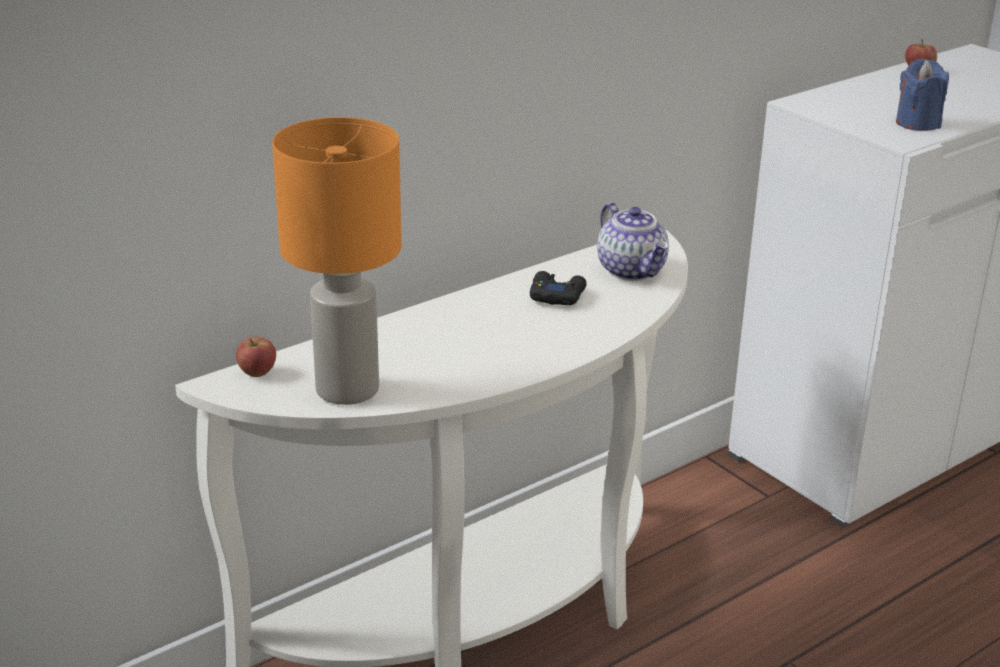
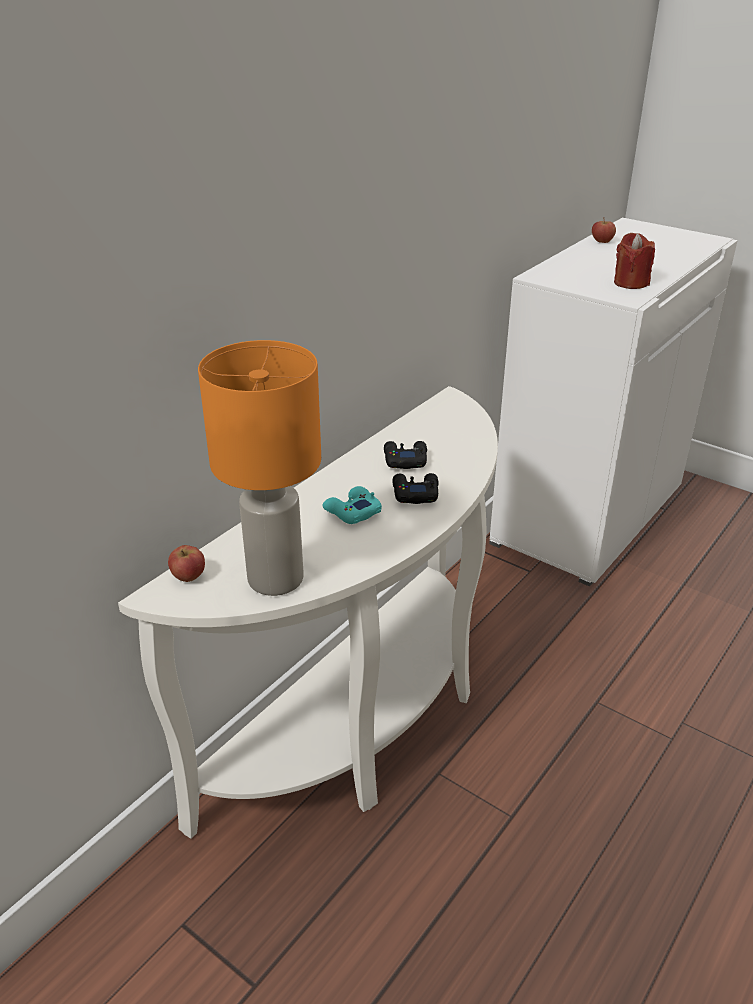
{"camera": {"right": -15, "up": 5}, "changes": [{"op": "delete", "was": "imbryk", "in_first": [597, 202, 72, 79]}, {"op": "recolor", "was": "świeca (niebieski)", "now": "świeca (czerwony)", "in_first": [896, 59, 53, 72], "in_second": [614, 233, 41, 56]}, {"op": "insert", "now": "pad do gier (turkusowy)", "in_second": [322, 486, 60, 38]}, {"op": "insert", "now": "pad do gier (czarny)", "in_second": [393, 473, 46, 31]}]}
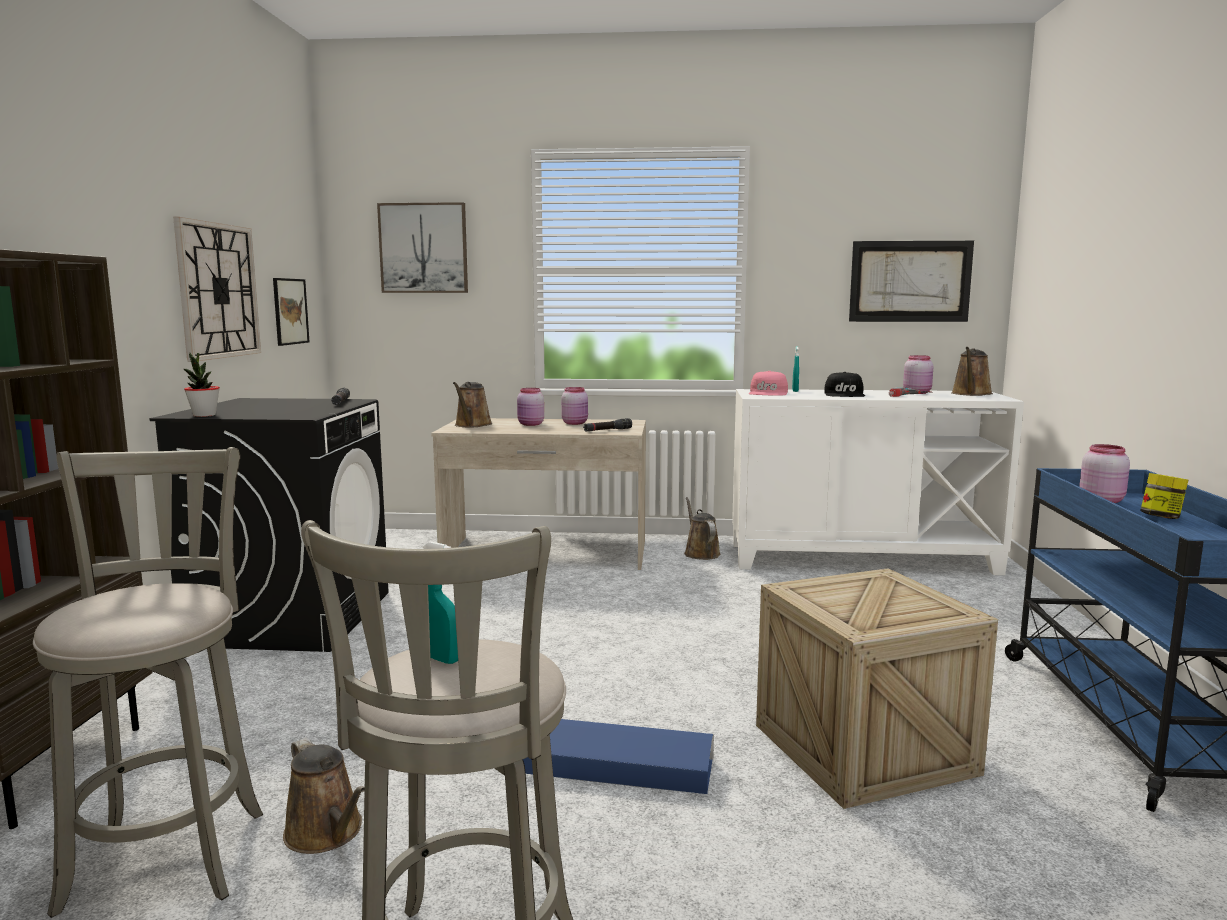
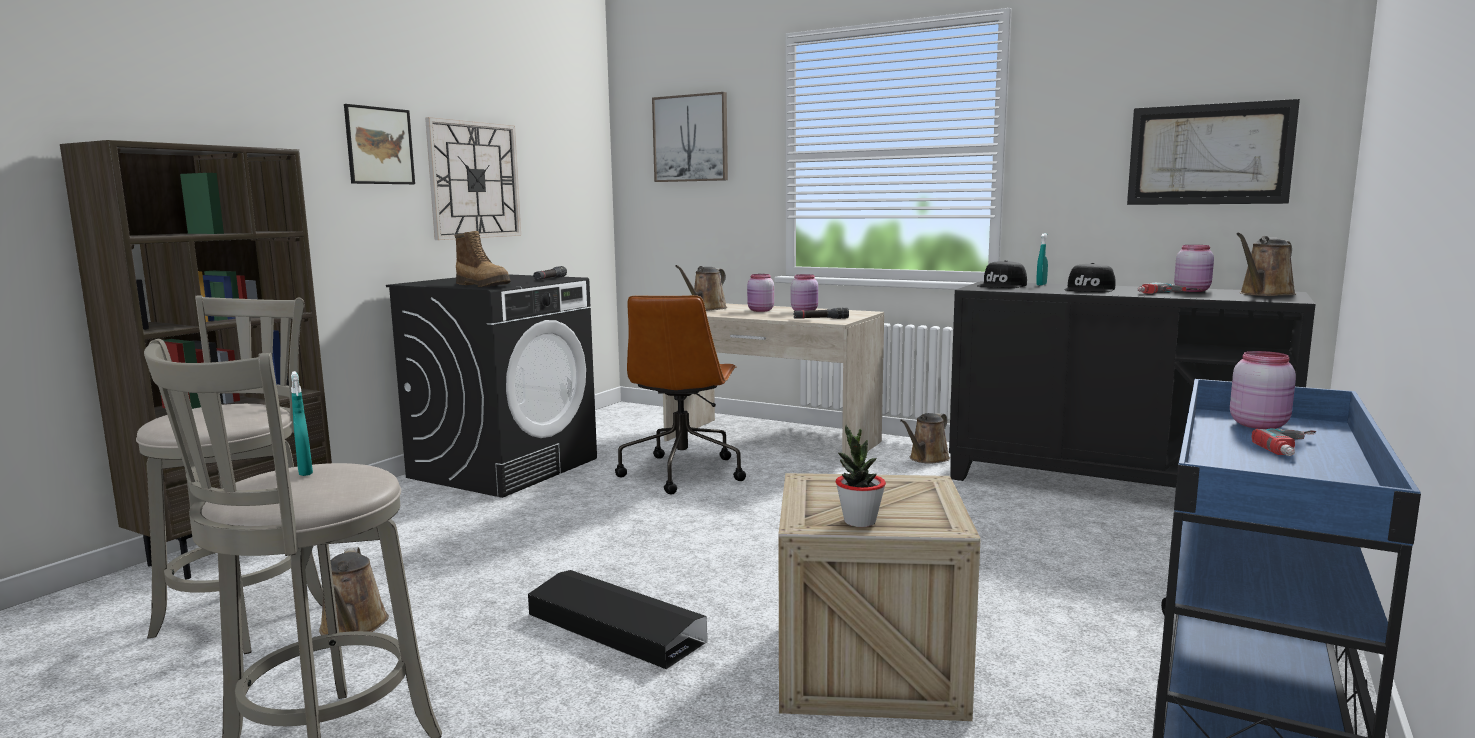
{"camera": {"right": 25, "up": 0}, "changes": [{"op": "move", "was": "roślina doniczkowa", "in_first": [184, 353, 36, 64], "in_second": [836, 425, 50, 102]}, {"op": "move", "was": "obraz", "in_first": [273, 278, 37, 68], "in_second": [344, 104, 71, 80]}, {"op": "recolor", "was": "pojemnik do przechowywania (niebieski)", "now": "pojemnik do przechowywania (czarny)", "in_first": [523, 719, 191, 75], "in_second": [528, 570, 179, 99]}, {"op": "rotate", "was": "konewka (brązowy)", "in_first": [684, 497, 36, 63], "in_second": [900, 413, 50, 51], "clockwise": -150}, {"op": "recolor", "was": "szafka (biały)", "now": "szafka (czarny)", "in_first": [732, 389, 292, 186], "in_second": [949, 281, 366, 207]}, {"op": "recolor", "was": "czapka z daszkiem (różowy)", "now": "czapka z daszkiem (czarny)", "in_first": [749, 371, 39, 25], "in_second": [977, 260, 50, 28]}, {"op": "replace", "was": "słoik", "now": "wiertarka", "in_first": [1140, 473, 48, 46], "in_second": [1252, 428, 64, 28]}, {"op": "insert", "now": "but z cholewką", "in_second": [455, 231, 56, 56]}, {"op": "insert", "now": "krzesło biurowe (brązowy)", "in_second": [615, 295, 131, 199]}]}
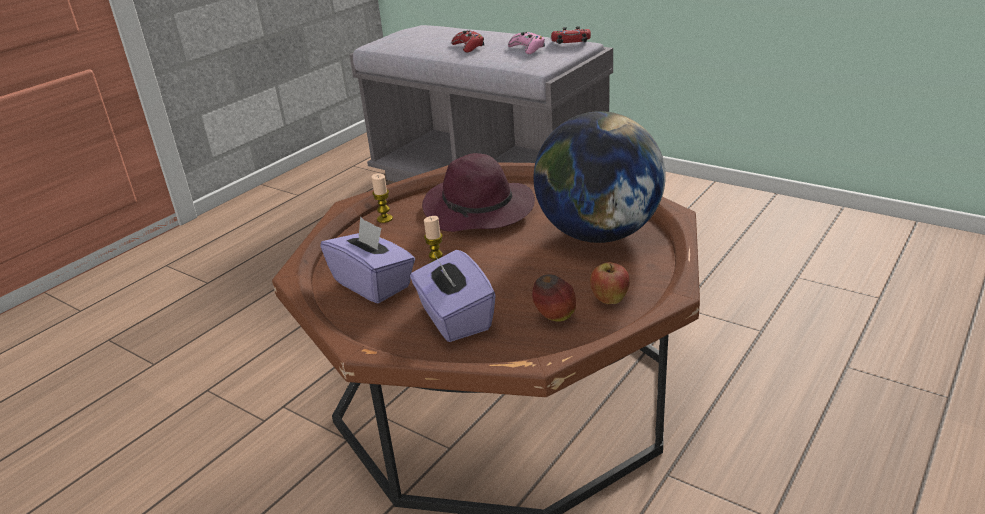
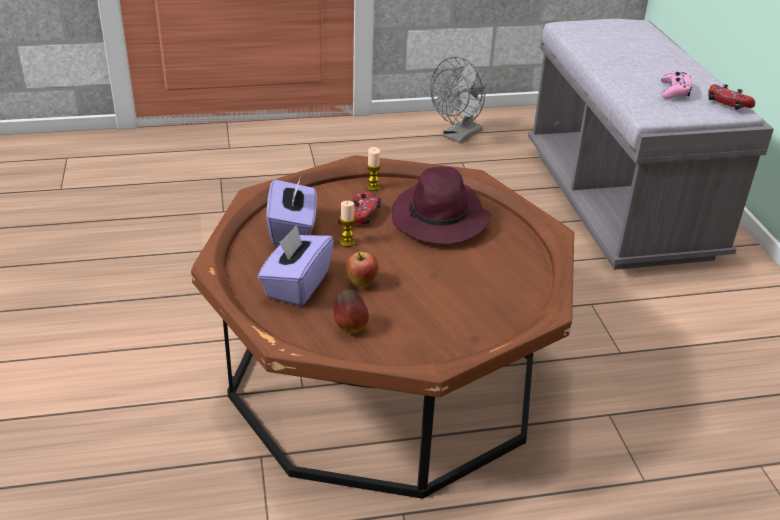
{"camera": {"right": 40, "up": 5}, "changes": [{"op": "move", "was": "pad do gier (czerwony)", "in_first": [451, 30, 33, 22], "in_second": [338, 192, 43, 33]}, {"op": "delete", "was": "globus", "in_first": [534, 111, 132, 132]}, {"op": "move", "was": "jabłko", "in_first": [590, 262, 40, 42], "in_second": [346, 252, 33, 35]}, {"op": "insert", "now": "wentylator (szary)", "in_second": [430, 57, 56, 86]}]}
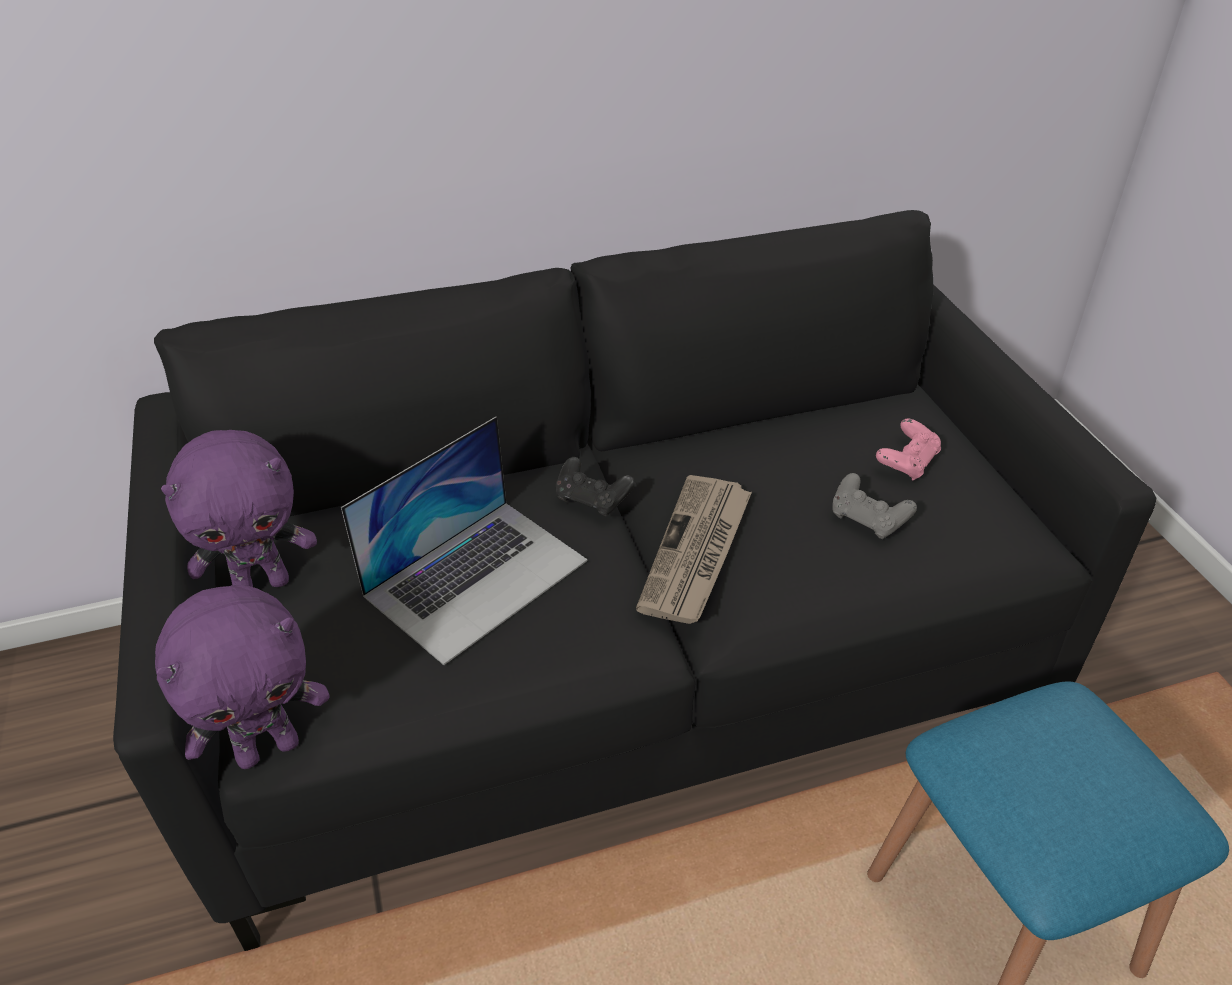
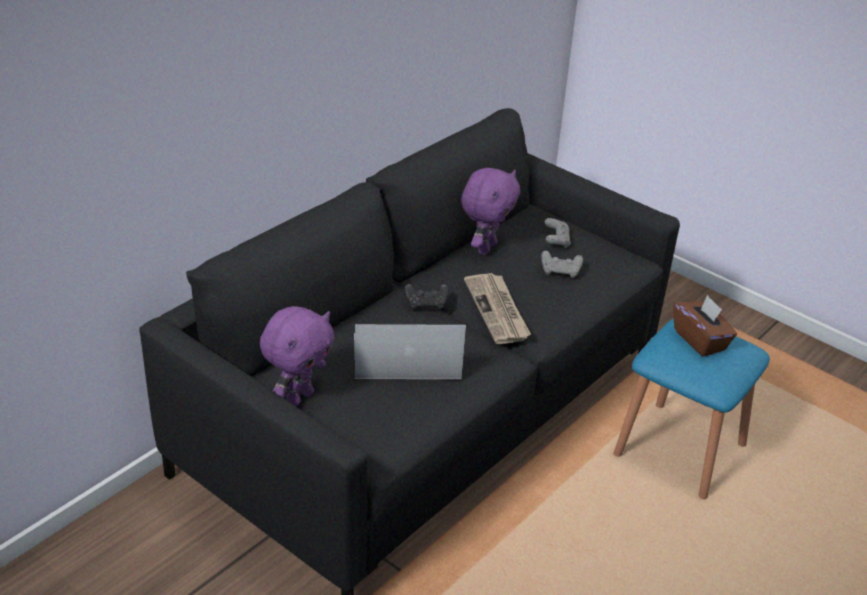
{"camera": {"right": -35, "up": -5}, "changes": [{"op": "move", "was": "pluszak (fioletowy)", "in_first": [155, 585, 174, 184], "in_second": [461, 168, 59, 87]}, {"op": "rotate", "was": "laptop", "in_first": [341, 417, 247, 248], "in_second": [354, 324, 112, 55], "clockwise": -105}, {"op": "recolor", "was": "pad do gier (różowy)", "now": "pad do gier (szary)", "in_first": [876, 419, 65, 62], "in_second": [545, 218, 26, 30]}, {"op": "insert", "now": "pudełko chusteczek (brązowy)", "in_second": [674, 295, 63, 62]}]}
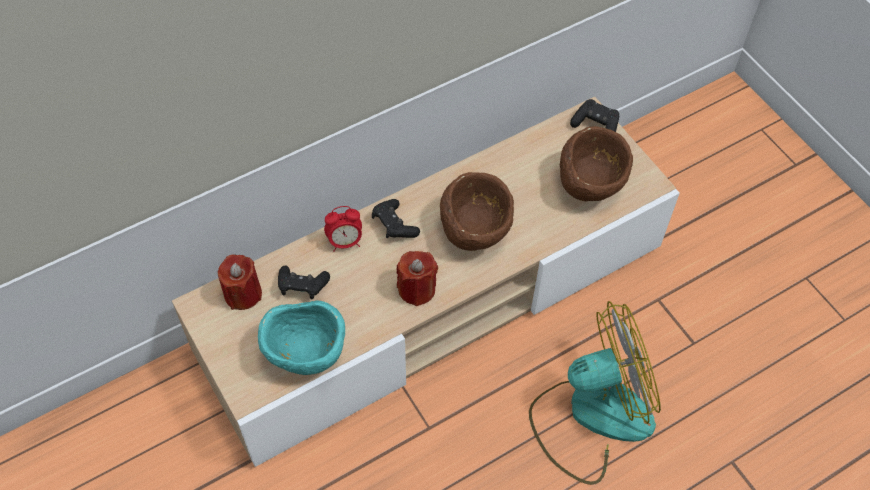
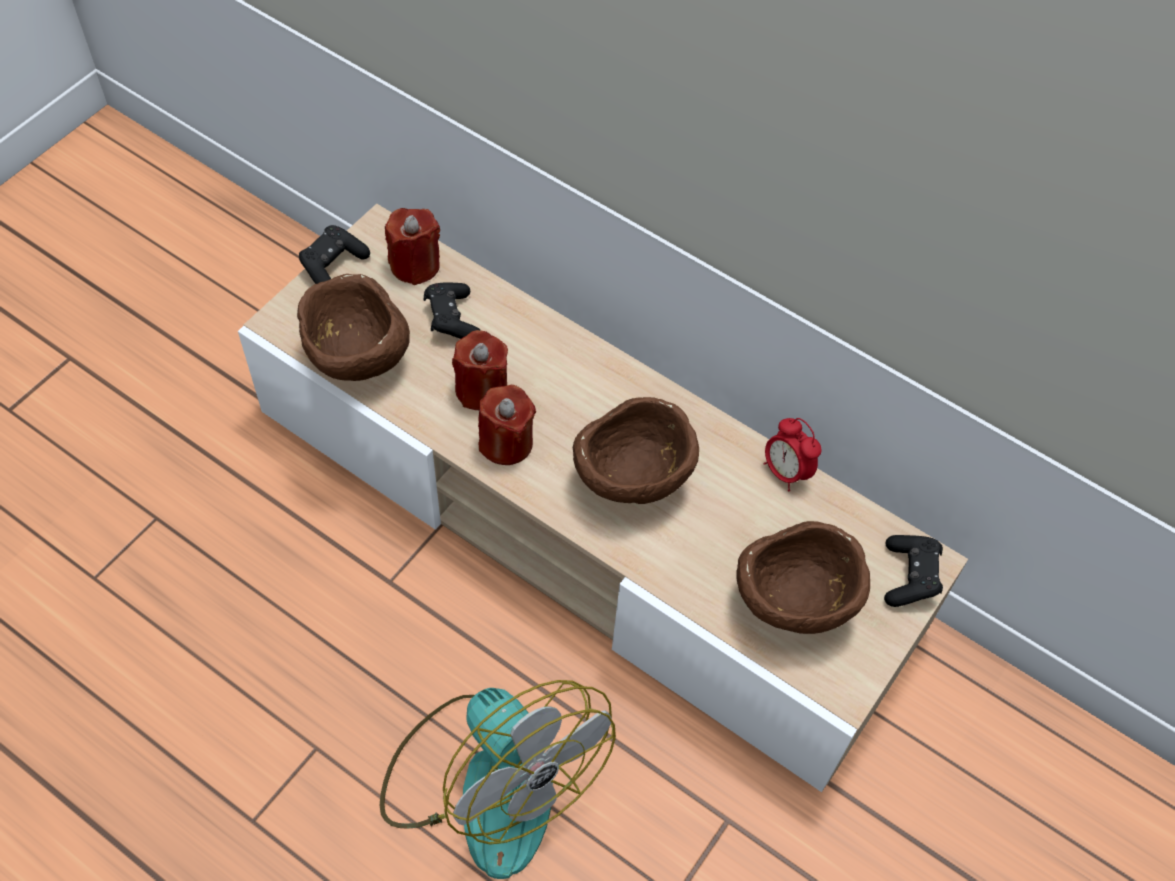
{"camera": {"right": 65, "up": 0}, "changes": [{"op": "recolor", "was": "miska (turkusowy)", "now": "miska (brązowy)", "in_first": [258, 301, 87, 74], "in_second": [297, 274, 113, 107]}, {"op": "move", "was": "budzik", "in_first": [324, 206, 38, 46], "in_second": [763, 418, 59, 74]}, {"op": "move", "was": "pad do gier (czarny)", "in_first": [372, 199, 48, 39], "in_second": [299, 225, 71, 59]}, {"op": "insert", "now": "świeca (czerwony)", "in_second": [452, 330, 56, 80]}]}
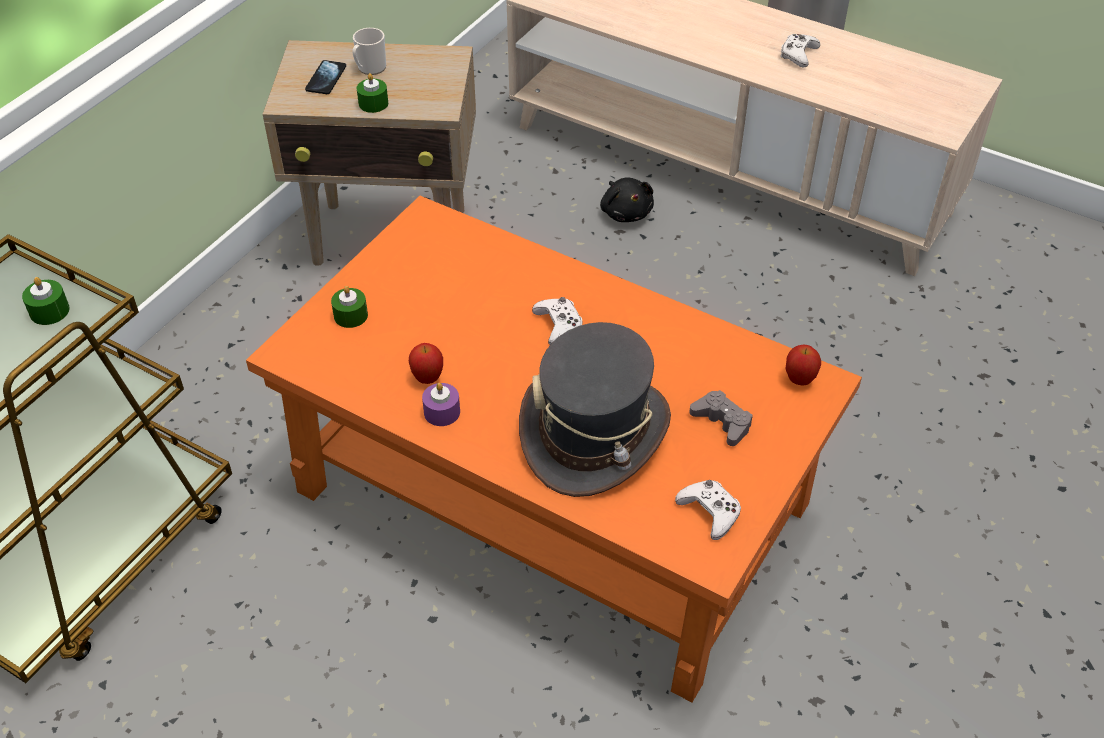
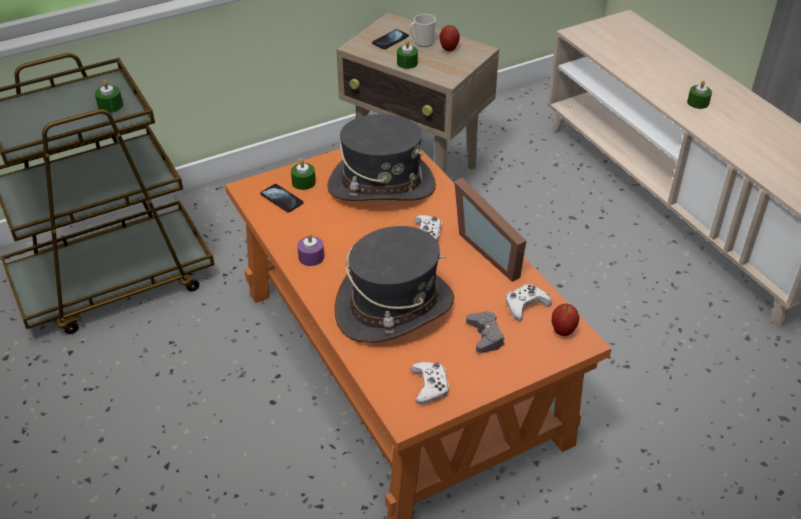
{"camera": {"right": 30, "up": -5}, "changes": [{"op": "move", "was": "jabłko", "in_first": [409, 343, 34, 41], "in_second": [439, 25, 21, 26]}, {"op": "delete", "was": "pluszak (czarny)", "in_first": [600, 177, 54, 45]}, {"op": "move", "was": "pad do gier (biały)", "in_first": [780, 34, 40, 34], "in_second": [506, 284, 46, 37]}, {"op": "insert", "now": "telefon", "in_second": [260, 184, 43, 28]}, {"op": "insert", "now": "kapelusz (szary)", "in_second": [327, 114, 109, 87]}, {"op": "insert", "now": "ramka na zdjęcie", "in_second": [454, 178, 72, 104]}, {"op": "insert", "now": "świeca (zielony)", "in_second": [687, 81, 25, 28]}]}
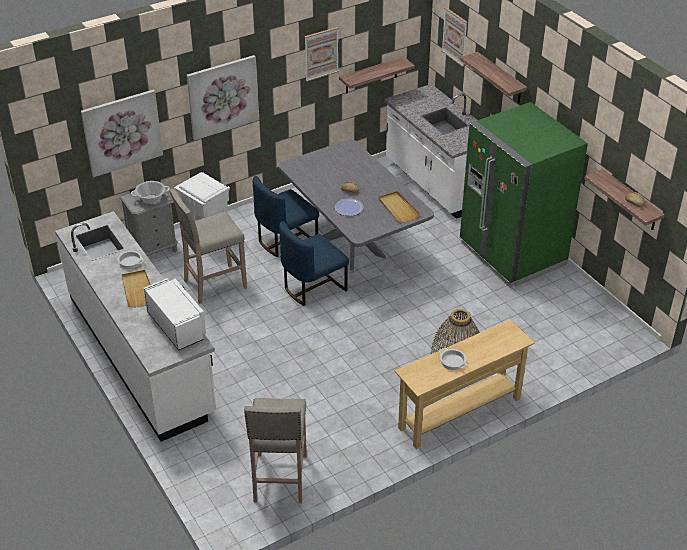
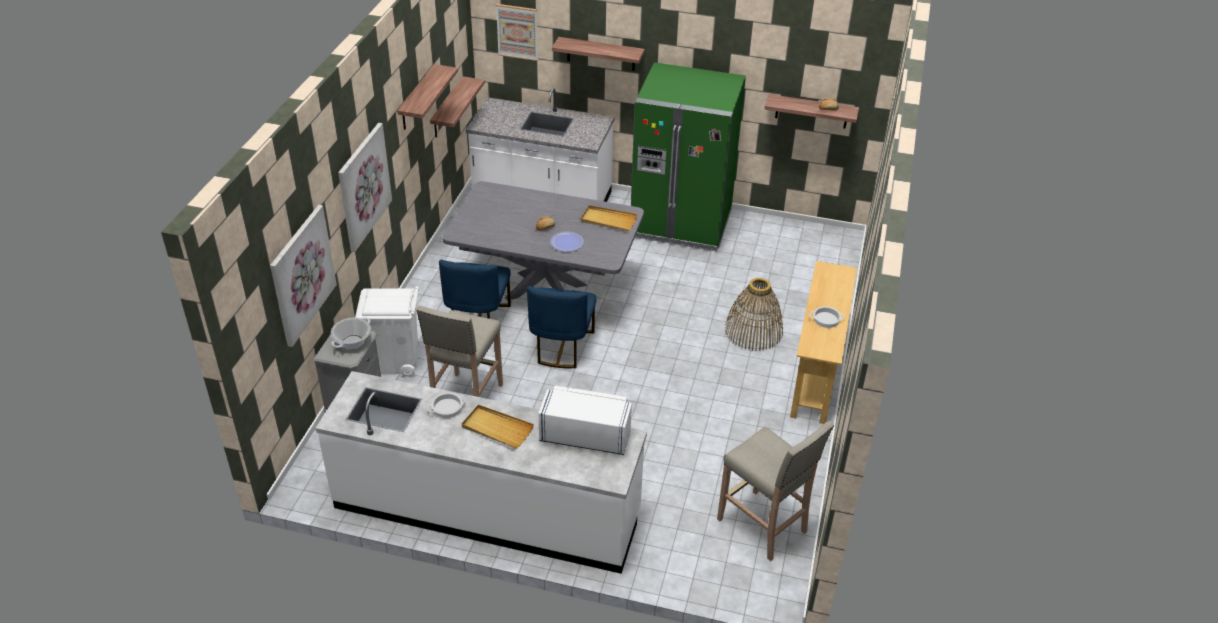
{"camera": {"right": -45, "up": 0}, "changes": [{"op": "replace", "was": "obraz", "now": "półka", "in_first": [304, 27, 35, 55], "in_second": [397, 64, 61, 66]}]}
